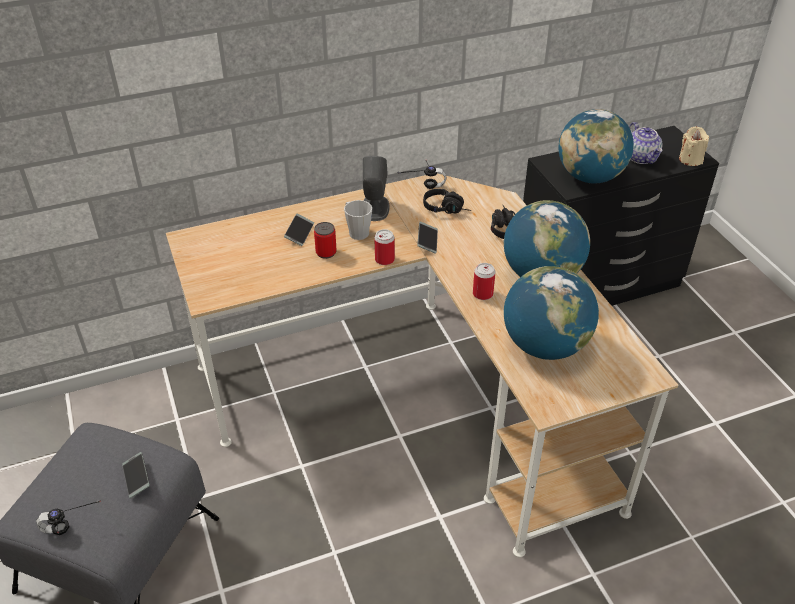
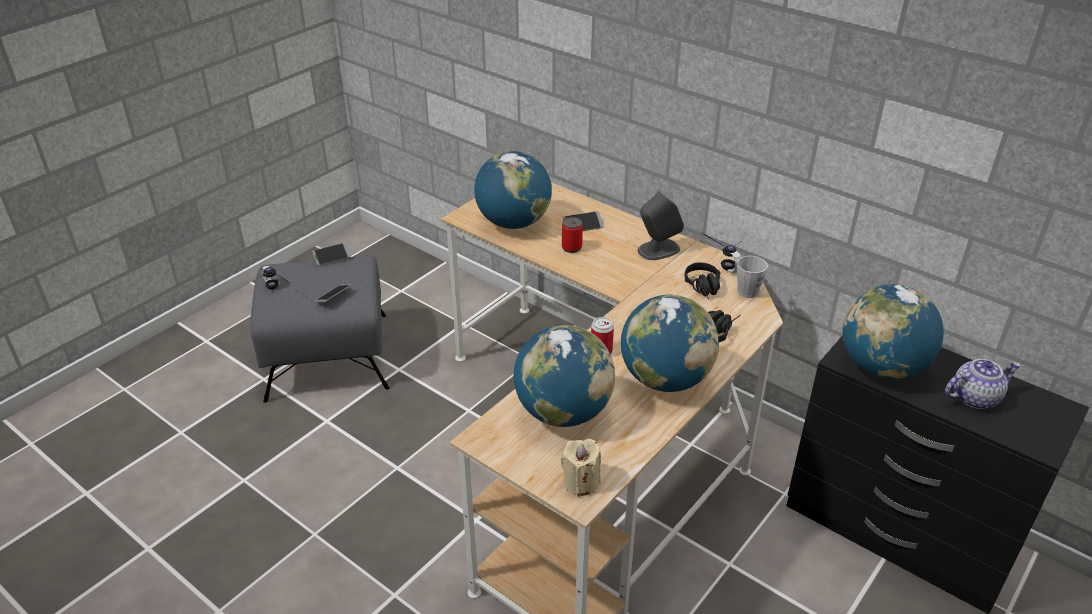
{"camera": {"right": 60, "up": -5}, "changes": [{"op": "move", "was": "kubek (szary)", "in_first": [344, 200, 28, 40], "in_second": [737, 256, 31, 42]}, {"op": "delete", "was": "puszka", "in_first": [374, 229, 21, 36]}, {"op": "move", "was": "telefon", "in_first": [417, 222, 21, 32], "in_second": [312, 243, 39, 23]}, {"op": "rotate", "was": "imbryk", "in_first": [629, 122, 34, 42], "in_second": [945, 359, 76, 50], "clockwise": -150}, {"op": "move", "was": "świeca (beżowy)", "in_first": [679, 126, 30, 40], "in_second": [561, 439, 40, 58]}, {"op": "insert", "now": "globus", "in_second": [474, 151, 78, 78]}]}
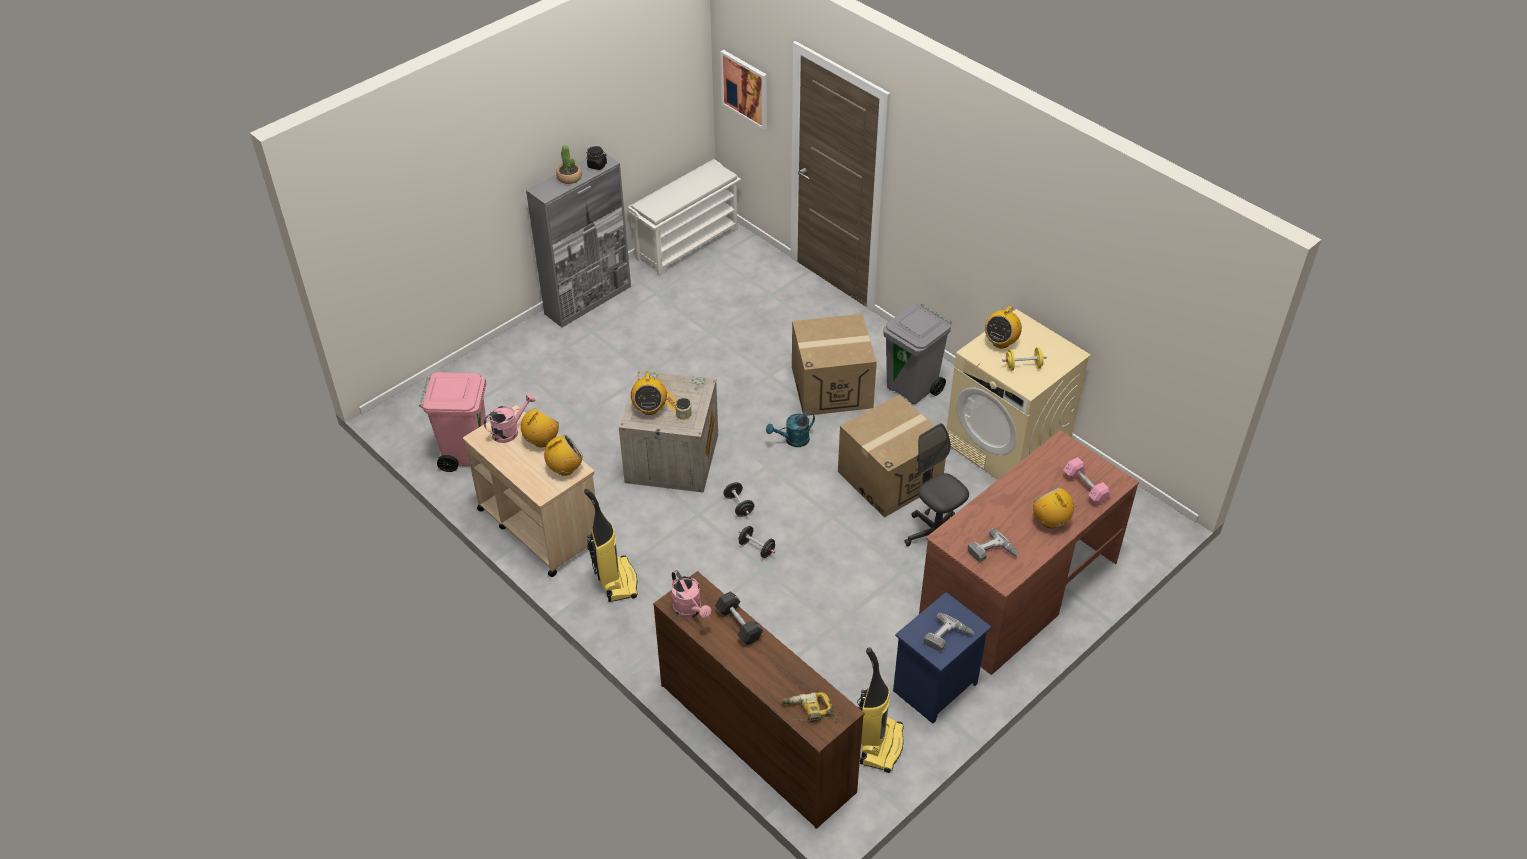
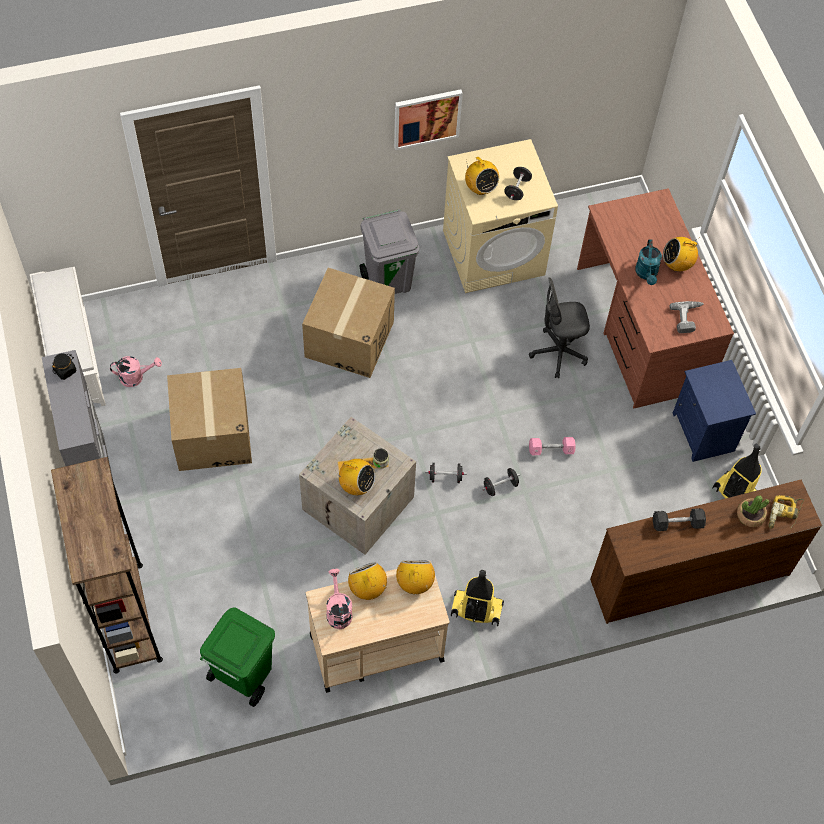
{"camera": {"right": -65, "up": 15}, "changes": [{"op": "recolor", "was": "kosz na śmieci (różowy)", "now": "kosz na śmieci (zielony)", "in_first": [419, 372, 67, 100], "in_second": [200, 607, 75, 100]}, {"op": "move", "was": "roślina doniczkowa", "in_first": [556, 145, 26, 39], "in_second": [737, 495, 32, 32]}, {"op": "move", "was": "konewka (różowy)", "in_first": [671, 570, 40, 48], "in_second": [110, 356, 52, 31]}, {"op": "move", "was": "obraz", "in_first": [720, 50, 47, 80], "in_second": [394, 89, 69, 61]}, {"op": "move", "was": "konewka (turkusowy)", "in_first": [766, 412, 49, 35], "in_second": [635, 239, 27, 46]}, {"op": "move", "was": "karton", "in_first": [838, 394, 108, 124], "in_second": [167, 368, 85, 103]}, {"op": "delete", "was": "wiertarka", "in_first": [924, 613, 50, 38]}, {"op": "recolor", "was": "hantel (żółty)", "now": "hantel (czarny)", "in_first": [1002, 347, 45, 24], "in_second": [504, 167, 28, 33]}, {"op": "move", "was": "hantel (różowy)", "in_first": [1063, 457, 48, 48], "in_second": [529, 437, 47, 18]}, {"op": "insert", "now": "regał (brązowy)", "in_second": [51, 457, 112, 217]}]}
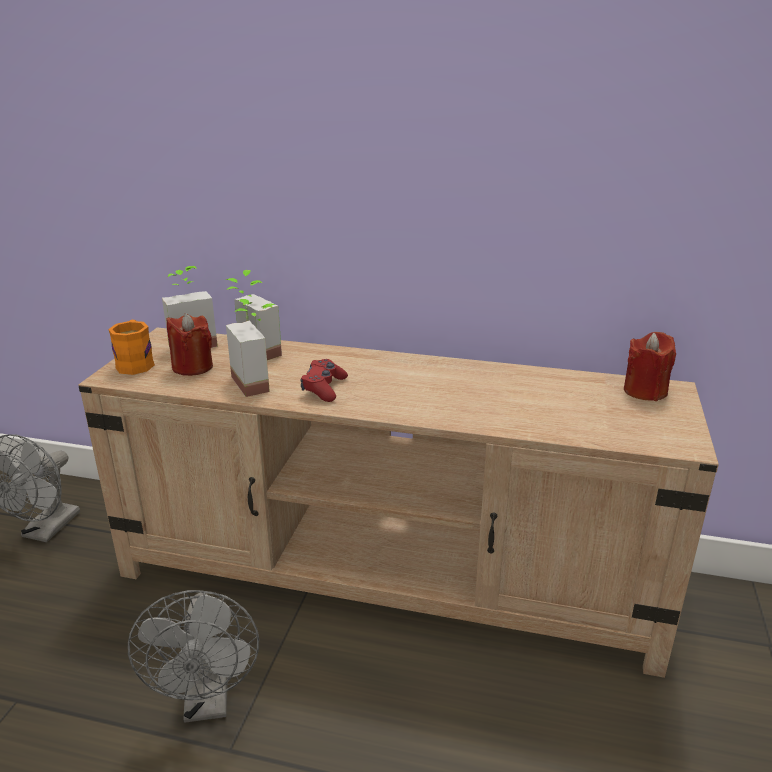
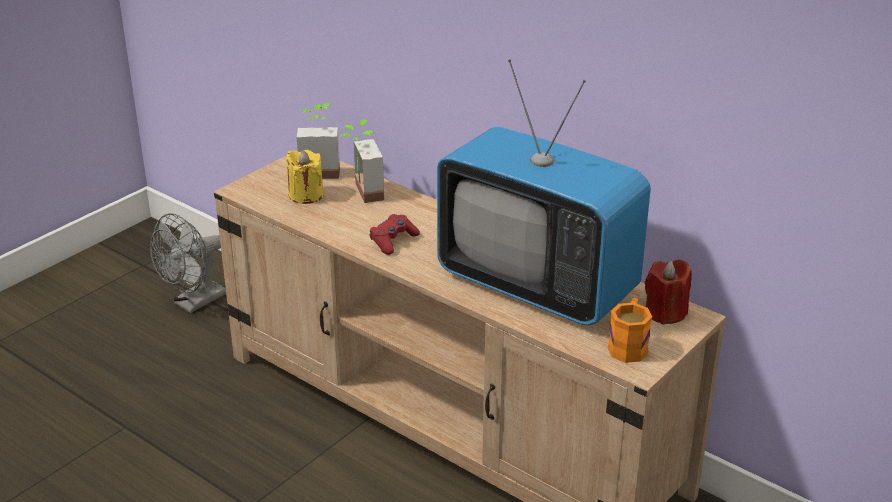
{"camera": {"right": 25, "up": 5}, "changes": [{"op": "move", "was": "kubek (pomarańczowy)", "in_first": [108, 320, 47, 55], "in_second": [608, 298, 44, 65]}, {"op": "delete", "was": "wentylator (szary)", "in_first": [128, 590, 131, 133]}, {"op": "recolor", "was": "świeca (czerwony)", "now": "świeca (żółty)", "in_first": [166, 313, 47, 63], "in_second": [286, 150, 37, 54]}, {"op": "delete", "was": "roślina doniczkowa", "in_first": [226, 299, 49, 98]}, {"op": "insert", "now": "telewizor", "in_second": [437, 59, 214, 266]}]}
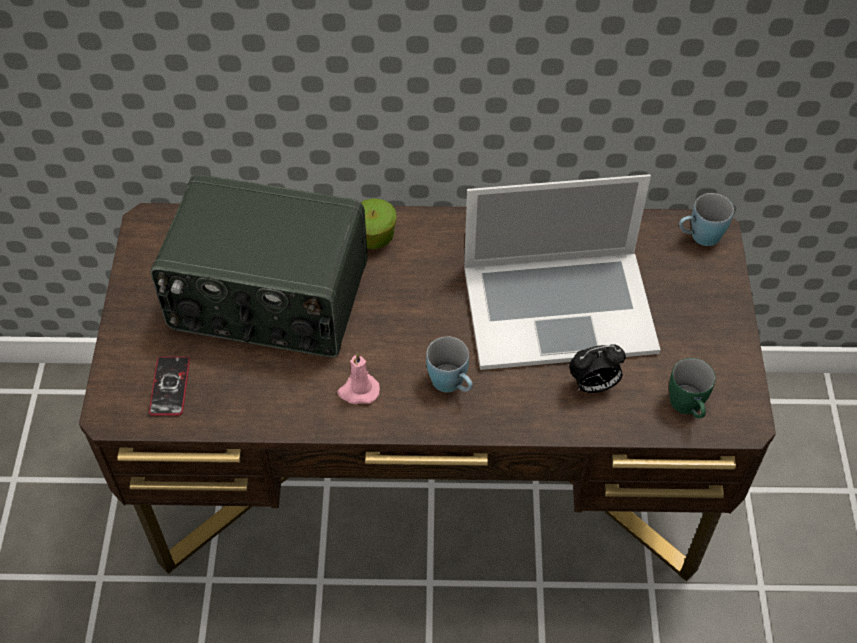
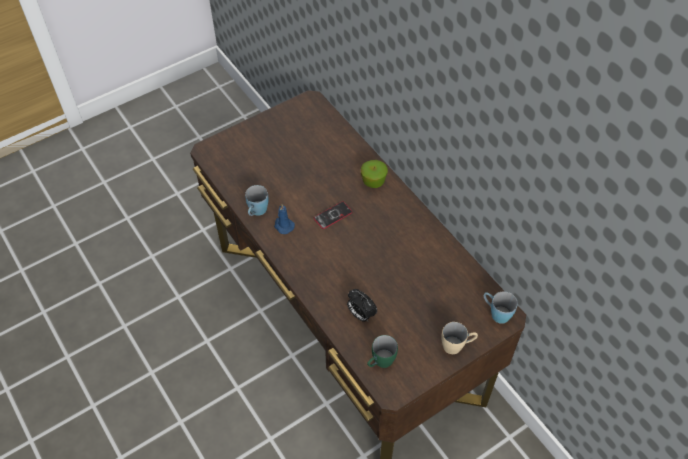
{"camera": {"right": 55, "up": 0}, "changes": [{"op": "move", "was": "telefon", "in_first": [149, 357, 41, 59], "in_second": [314, 201, 38, 28]}, {"op": "delete", "was": "radio", "in_first": [150, 174, 218, 183]}, {"op": "recolor", "was": "świeca (różowy)", "now": "świeca (niebieski)", "in_first": [337, 352, 43, 52], "in_second": [274, 204, 21, 30]}, {"op": "move", "was": "kubek (niebieski)", "in_first": [426, 336, 47, 56], "in_second": [245, 185, 24, 31]}, {"op": "delete", "was": "laptop", "in_first": [464, 174, 196, 196]}, {"op": "insert", "now": "kubek (beżowy)", "in_second": [441, 322, 37, 32]}]}
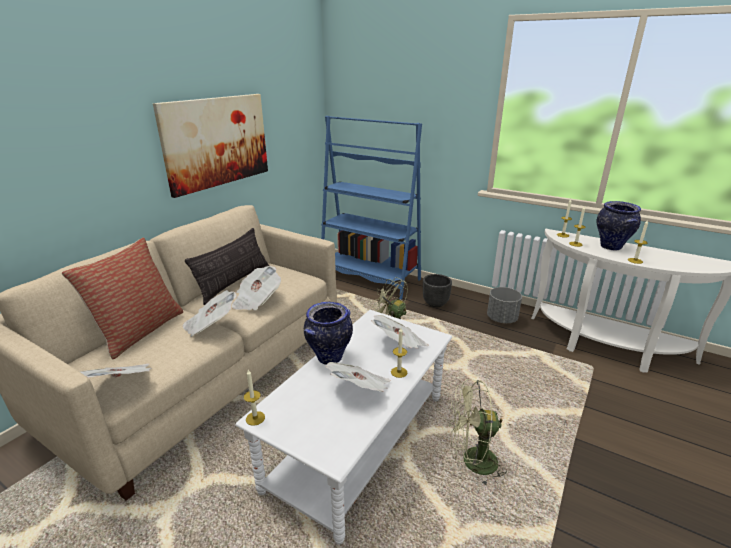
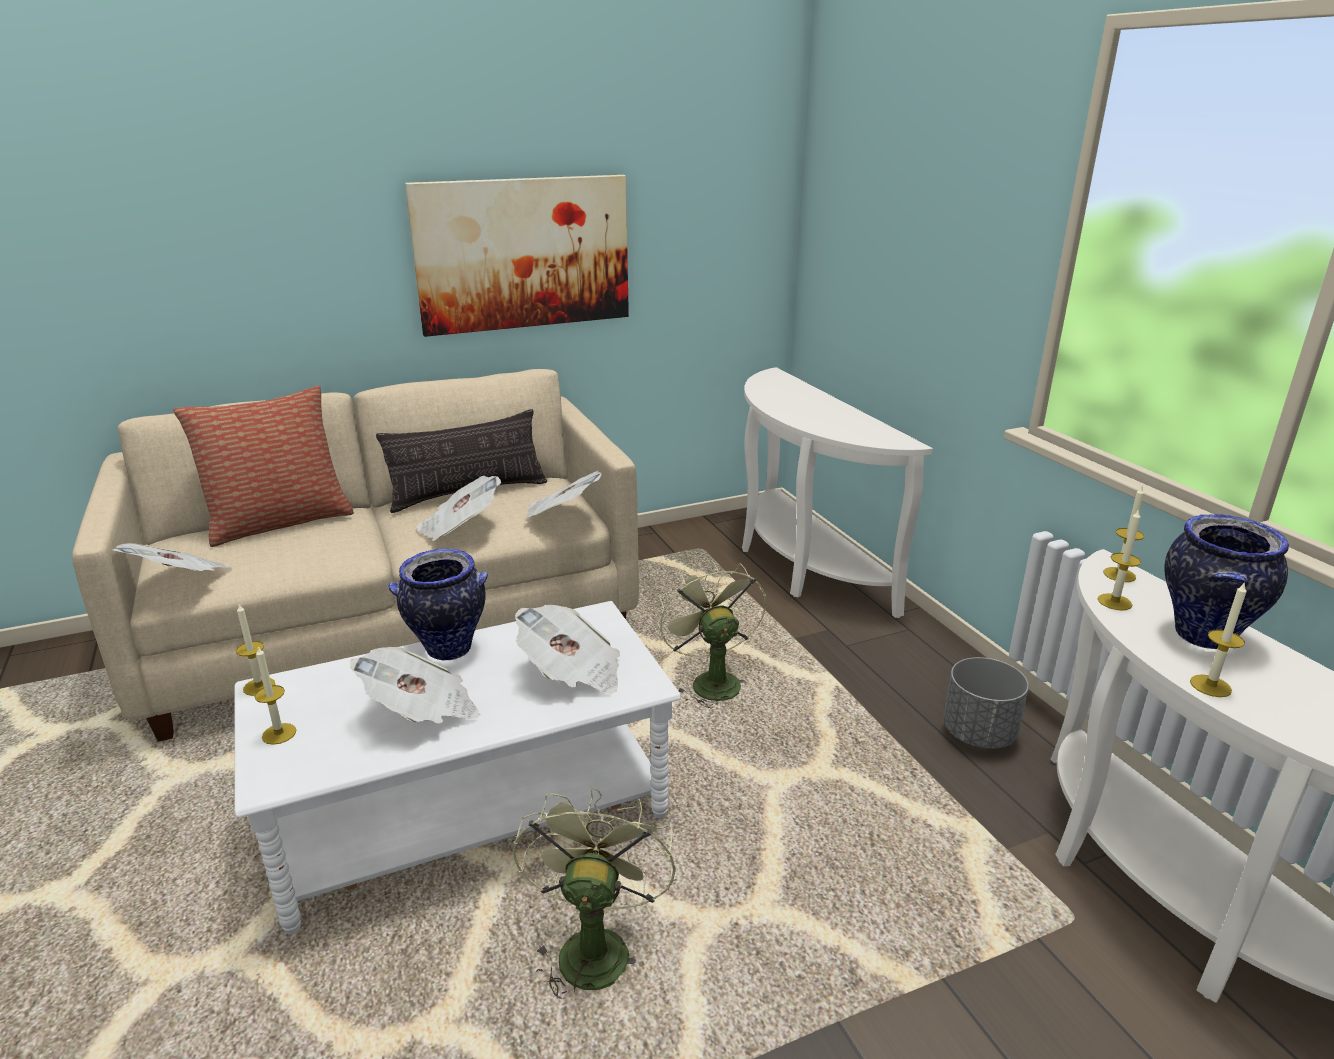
{"camera": {"right": 35, "up": 0}, "changes": [{"op": "move", "was": "gazeta", "in_first": [182, 290, 55, 47], "in_second": [524, 470, 78, 50]}, {"op": "replace", "was": "regał (niebieski)", "now": "stolik konsolowy (biały)", "in_first": [321, 116, 101, 184], "in_second": [742, 367, 191, 251]}, {"op": "move", "was": "świeca", "in_first": [391, 328, 16, 50], "in_second": [254, 646, 42, 99]}, {"op": "delete", "was": "donica (czarny)", "in_first": [423, 274, 29, 33]}, {"op": "rotate", "was": "wentylator (zielony)", "in_first": [449, 379, 58, 107], "in_second": [513, 787, 163, 212], "clockwise": 60}]}
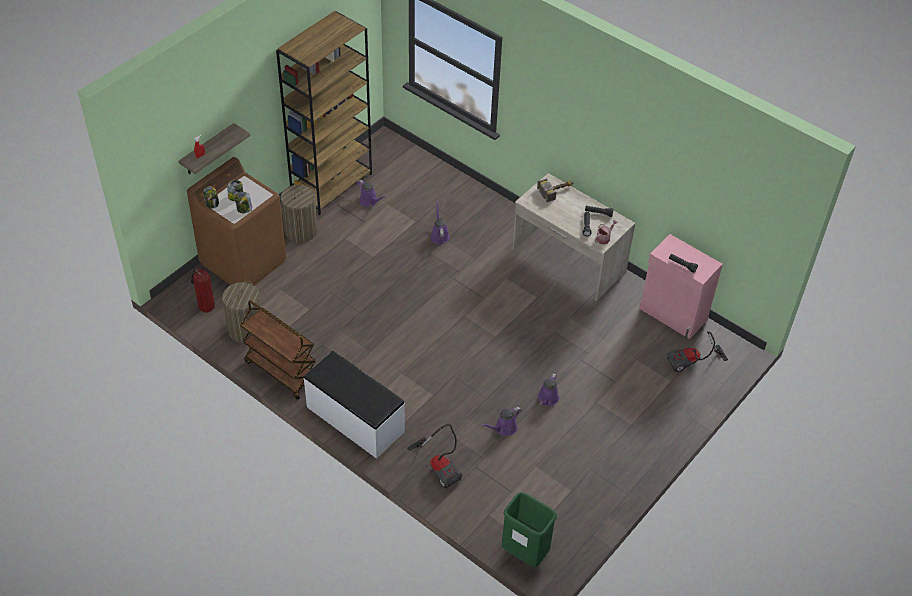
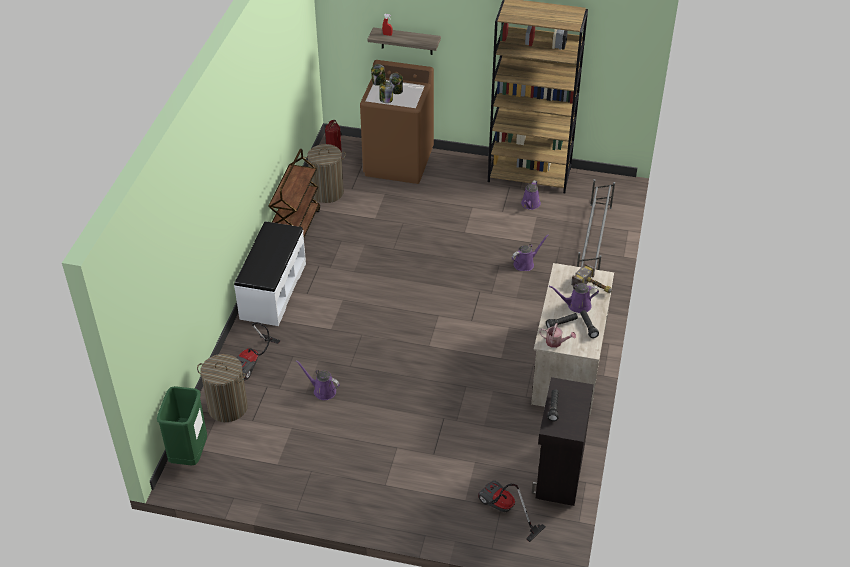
{"camera": {"right": 65, "up": -5}, "changes": [{"op": "move", "was": "kosz na pranie", "in_first": [281, 185, 37, 58], "in_second": [197, 354, 51, 68]}, {"op": "move", "was": "konewka (fioletowy)", "in_first": [538, 373, 21, 33], "in_second": [549, 283, 50, 30]}, {"op": "recolor", "was": "szafka (różowy)", "now": "szafka (czarny)", "in_first": [640, 234, 83, 105], "in_second": [532, 377, 62, 129]}, {"op": "insert", "now": "regał na buty (szary)", "in_second": [577, 179, 38, 91]}]}
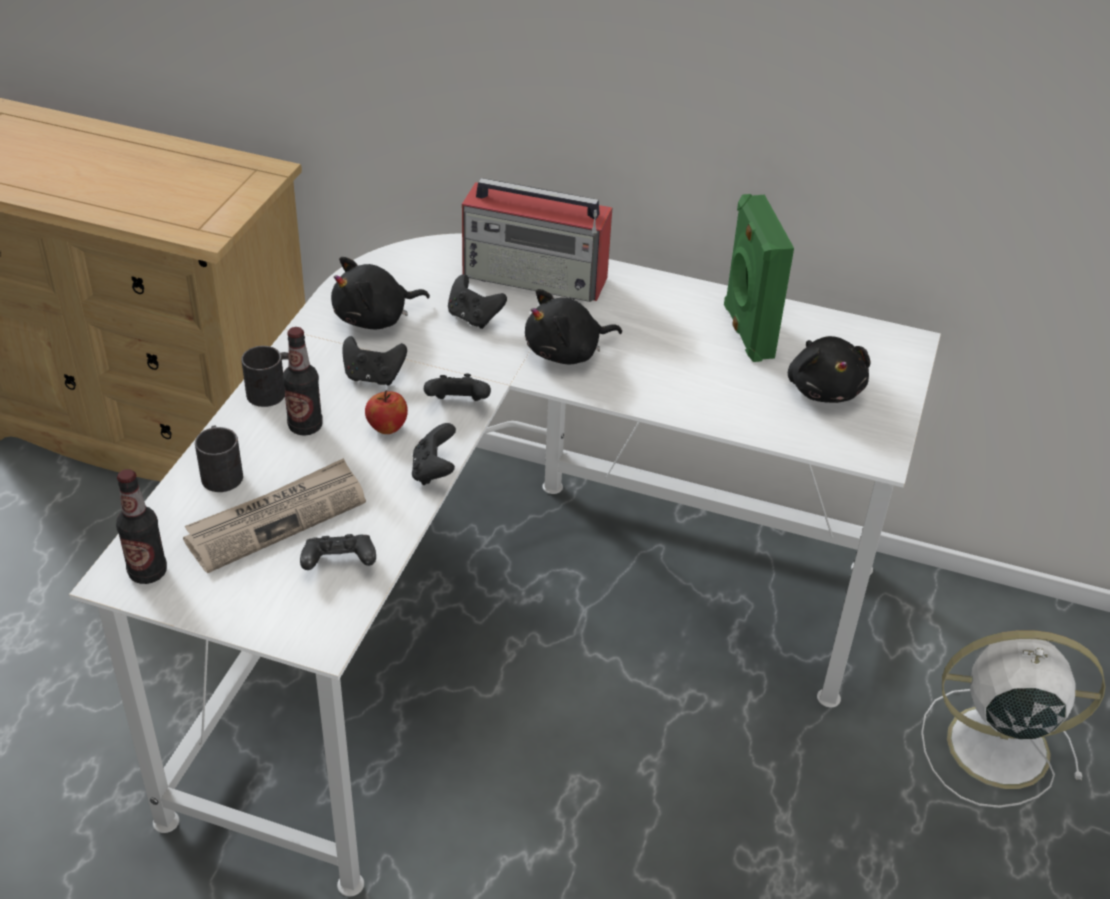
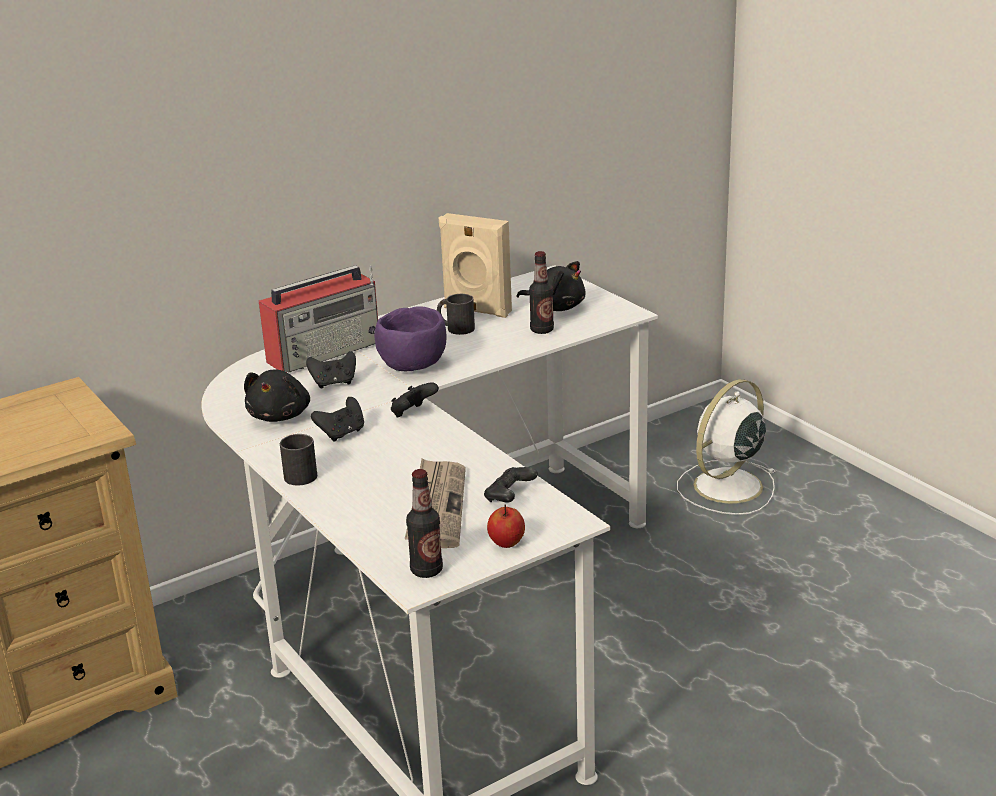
{"camera": {"right": -50, "up": -15}, "changes": [{"op": "move", "was": "kubek (czarny)", "in_first": [195, 425, 48, 67], "in_second": [437, 294, 38, 41]}, {"op": "move", "was": "butelka", "in_first": [282, 327, 41, 109], "in_second": [529, 251, 25, 83]}, {"op": "move", "was": "jabłko", "in_first": [365, 390, 43, 44], "in_second": [487, 504, 38, 44]}, {"op": "delete", "was": "pad do gier (czarny)", "in_first": [412, 423, 44, 62]}, {"op": "replace", "was": "pluszak (czarny)", "now": "miska (fioletowy)", "in_first": [525, 289, 97, 75], "in_second": [374, 306, 72, 65]}, {"op": "recolor", "was": "głośnik (zielony)", "now": "głośnik (beżowy)", "in_first": [724, 194, 70, 168], "in_second": [439, 213, 73, 105]}]}
